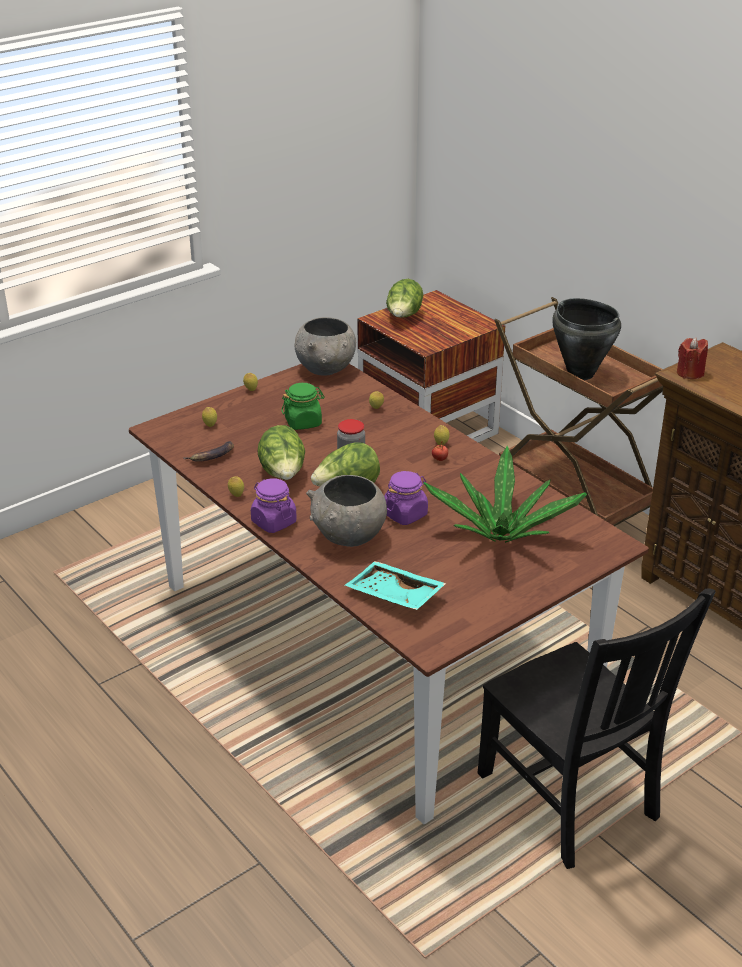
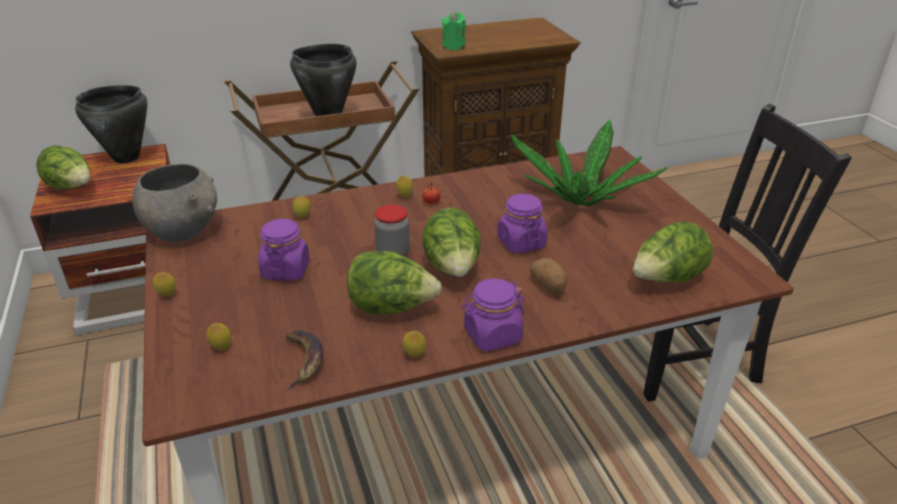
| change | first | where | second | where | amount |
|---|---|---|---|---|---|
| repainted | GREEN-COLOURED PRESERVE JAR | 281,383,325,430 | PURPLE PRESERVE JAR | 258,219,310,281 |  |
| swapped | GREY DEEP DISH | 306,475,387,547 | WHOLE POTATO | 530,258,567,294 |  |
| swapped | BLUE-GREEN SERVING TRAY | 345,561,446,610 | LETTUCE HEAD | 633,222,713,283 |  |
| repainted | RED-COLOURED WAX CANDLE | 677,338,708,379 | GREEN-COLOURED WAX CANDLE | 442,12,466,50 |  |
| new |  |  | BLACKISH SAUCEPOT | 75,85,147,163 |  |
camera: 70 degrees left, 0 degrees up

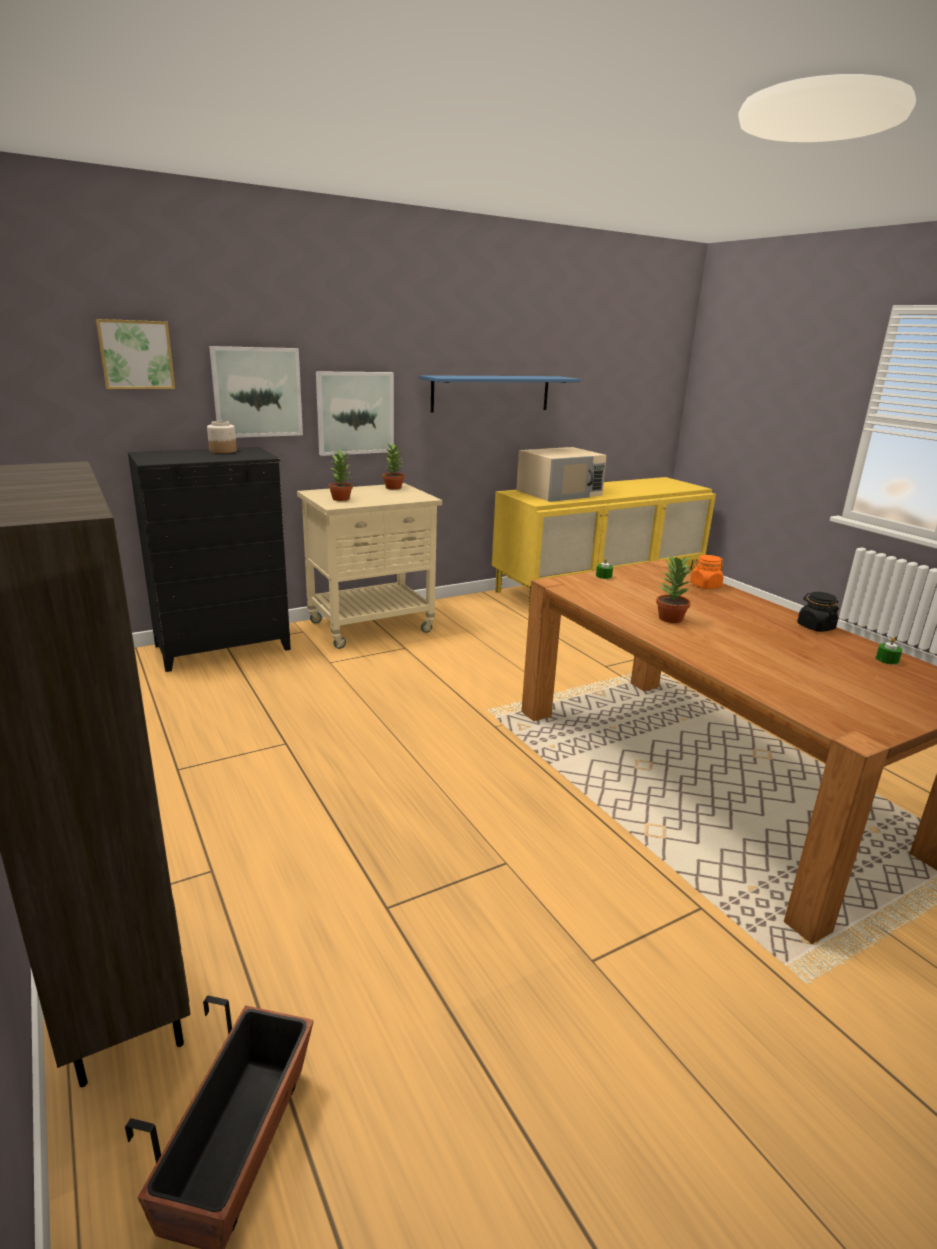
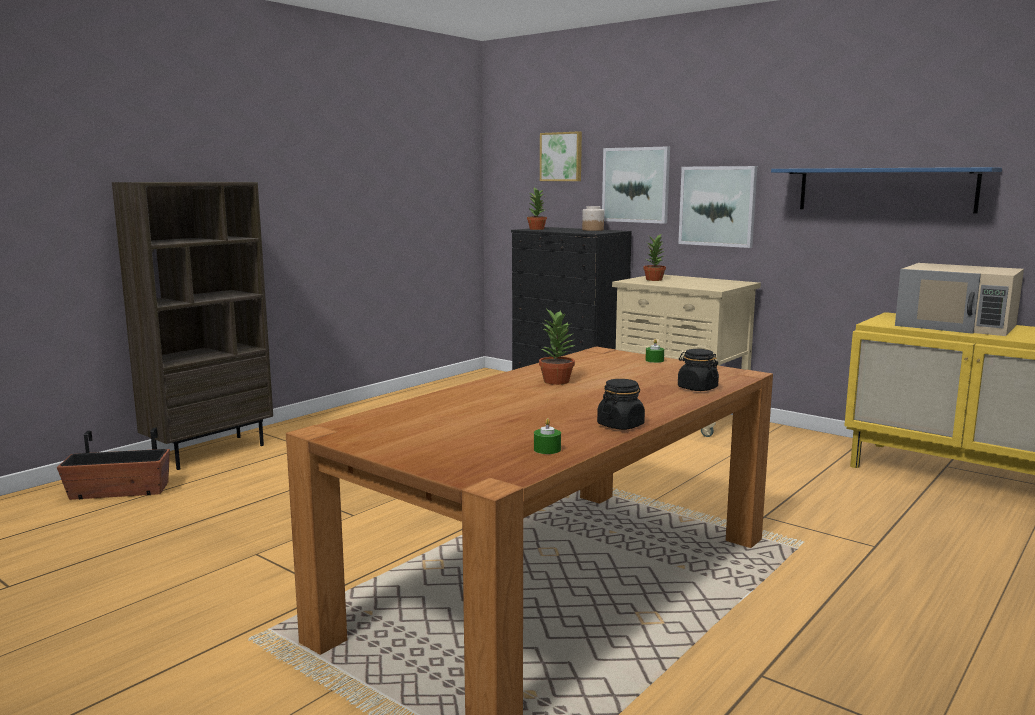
| change | first | where | second | where | amount |
|---|---|---|---|---|---|
| shifted | HOUSEPLANT | 383,443,404,490 |  | 527,187,547,230 |  |
| repainted | ORANGEY PRESERVE JAR | 690,555,723,589 | BLACKISH PRESERVE JAR | 678,349,719,391 |  |
camera: 70 degrees right, 10 degrees down

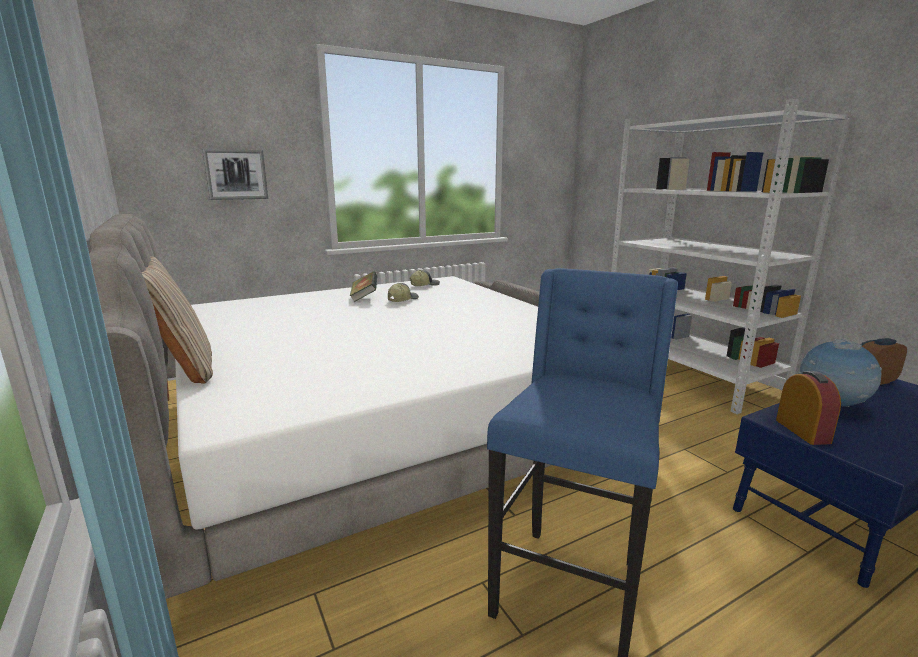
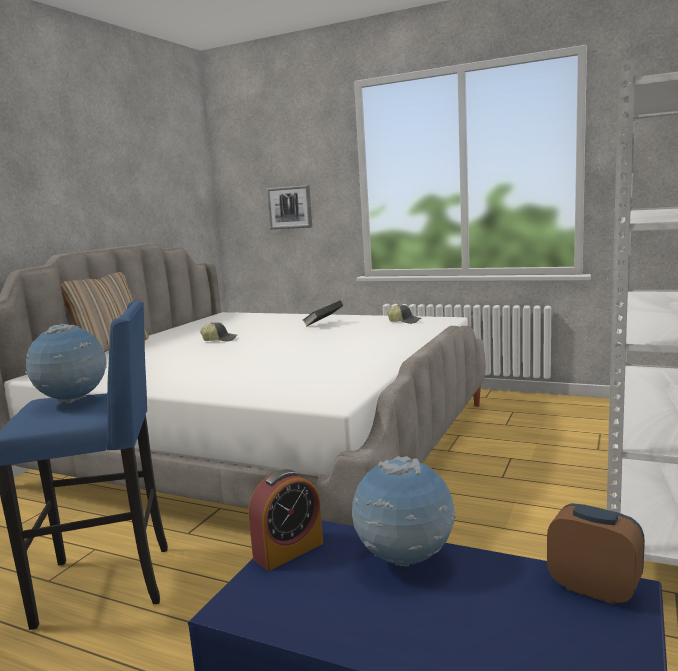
| change | first | where | second | where | amount |
|---|---|---|---|---|---|
| shifted | CAP | 388,283,419,302 |  | 200,322,237,341 |  |
| new |  |  | GLOBE | 25,324,107,403 |  |
camera: 55 degrees right, 5 degrees down

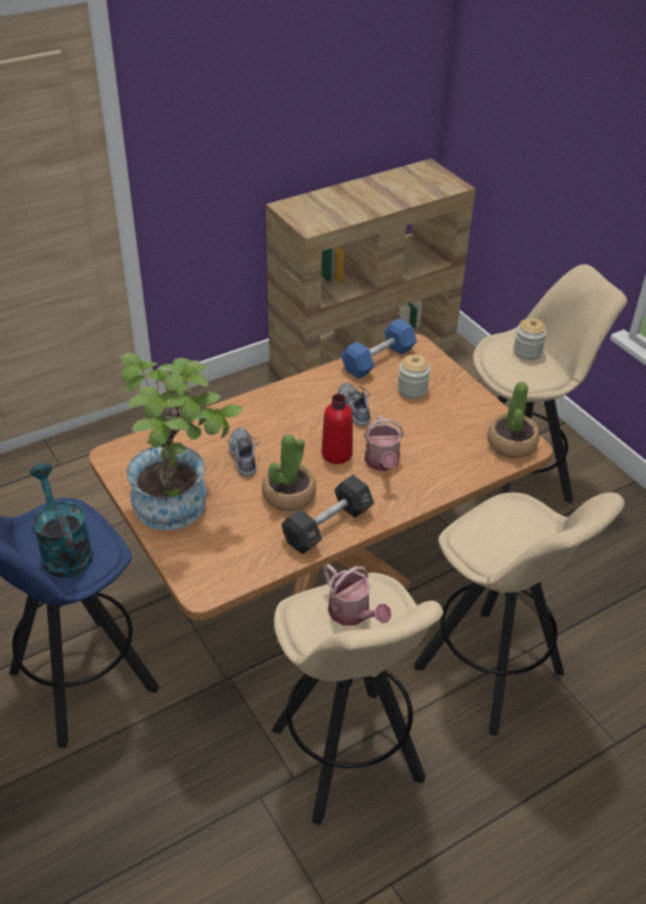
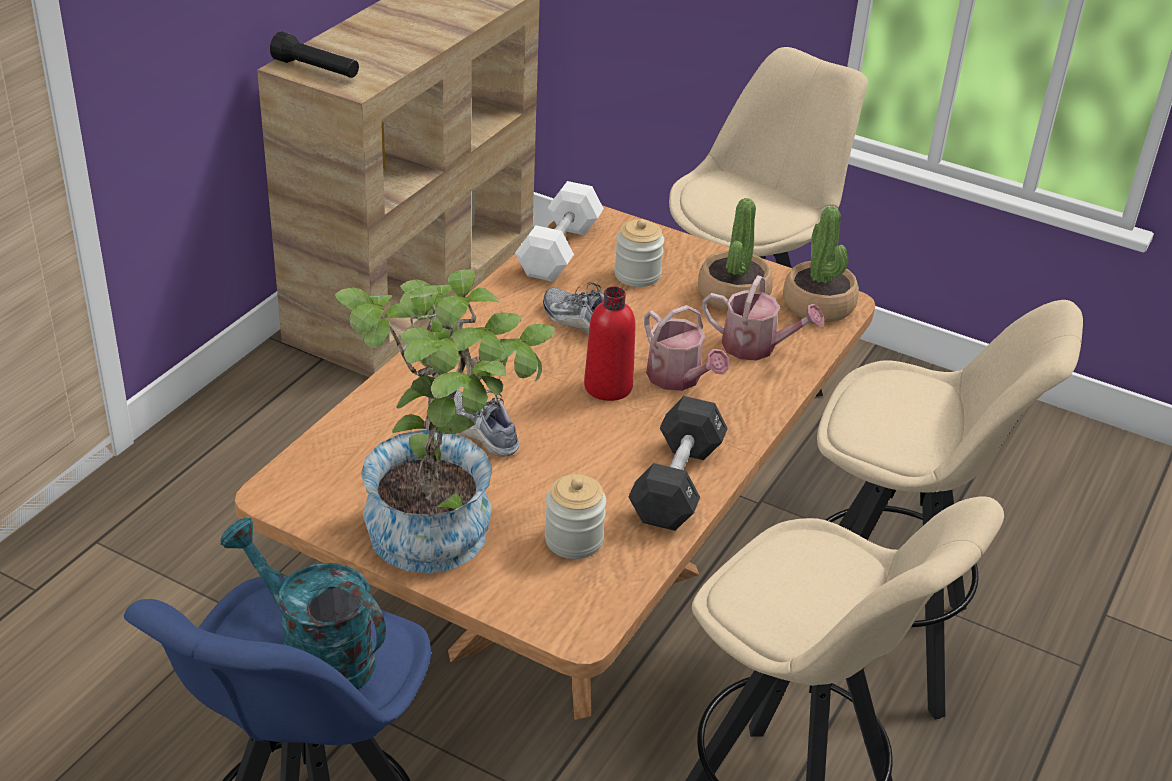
| change | first | where | second | where | amount |
|---|---|---|---|---|---|
| shifted | HOUSEPLANT | 262,434,316,511 |  | 698,198,773,310 |  |
| shifted | SPRINKLING CAN | 323,564,391,626 |  | 702,276,824,361 |  |
| repainted | BLUE-COLOURED DUMBBELL | 341,318,417,379 | WHITE-COLOURED DUMBBELL | 515,181,604,282 |  |
| shifted | PRESERVE JAR | 513,318,547,360 |  | 545,474,606,559 |  |
| new |  |  | BLACKISH HAND TORCH | 270,31,359,78 |  |
camera: 30 degrees left, 5 degrees down

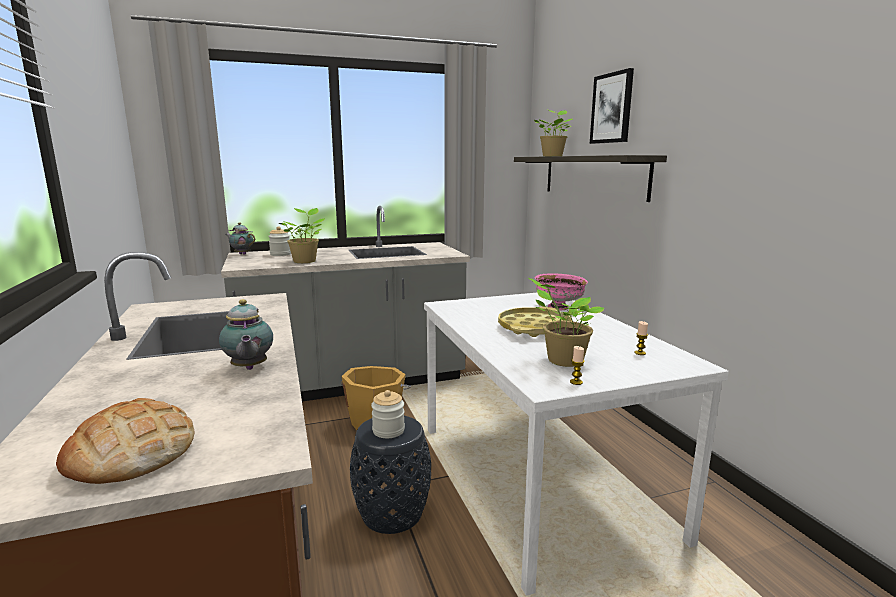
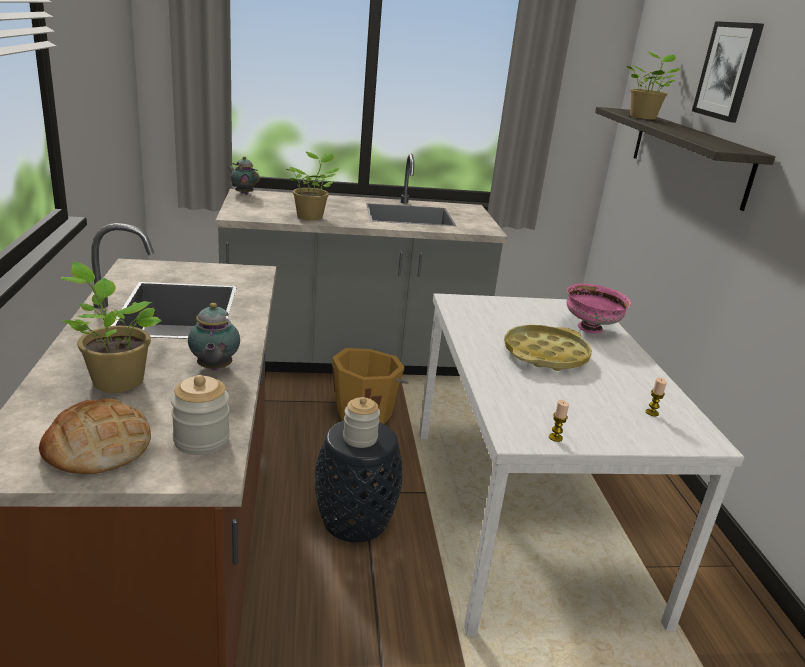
| change | first | where | second | where | amount |
|---|---|---|---|---|---|
| shifted | PRESERVE JAR | 268,226,291,256 |  | 171,375,230,455 |  |
| shifted | HOUSEPLANT | 529,278,604,367 |  | 61,262,162,393 |  |
camera: 10 degrees right, 10 degrees up

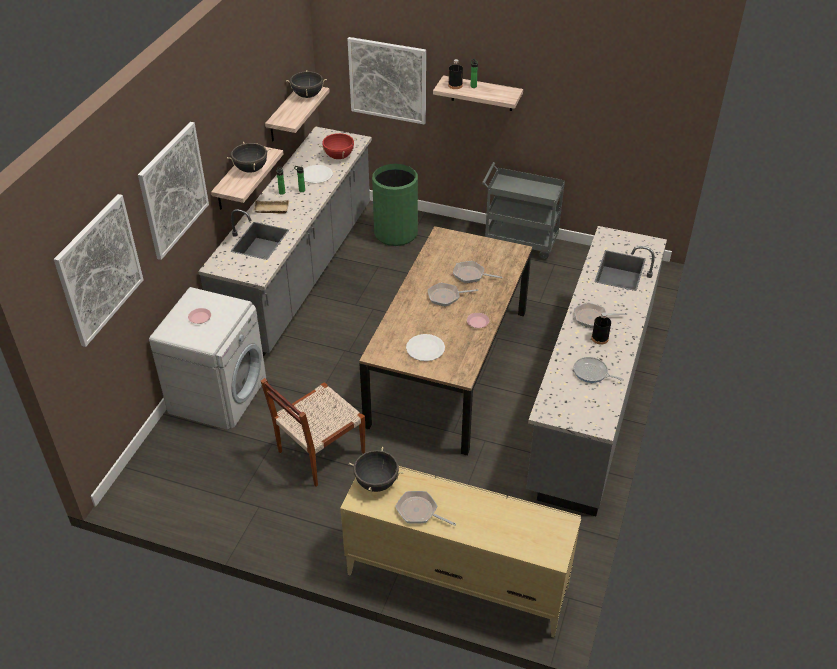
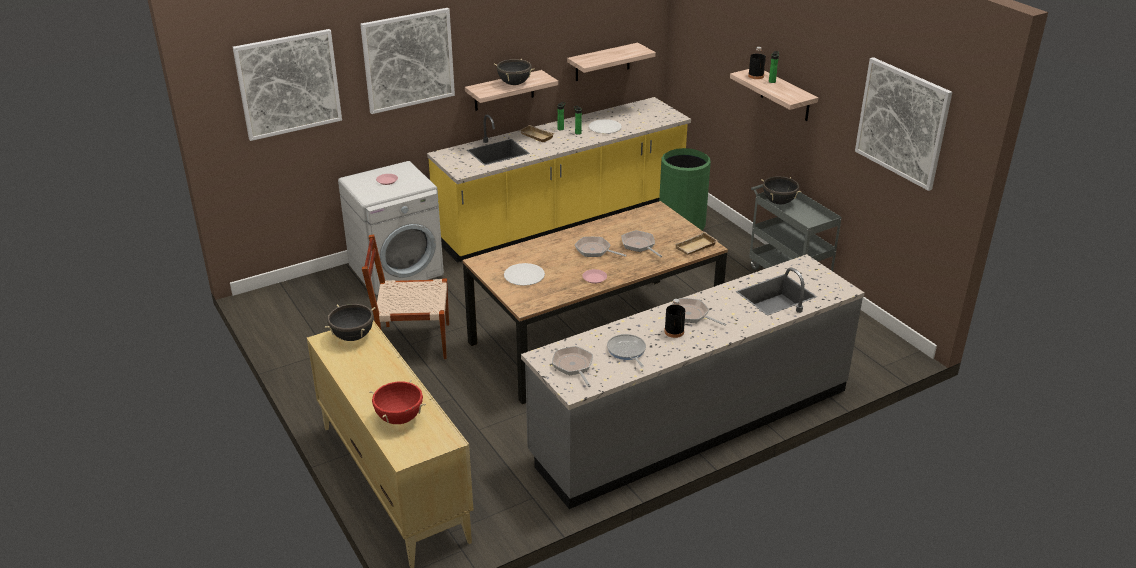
| change | first | where | second | where | amount |
|---|---|---|---|---|---|
| repainted | GREY KITCHEN BASE UNIT | 198,126,372,357 | YELLOW-COLOURED KITCHEN BASE UNIT | 427,97,691,262 |  |
| shifted | BLACKISH SAUCEPOT | 286,70,327,98 |  | 761,176,802,204 |  |
| shifted | RED-COLOURED SAUCEPOT | 319,132,357,159 |  | 369,379,426,424 |  |
| shifted | PICTURE | 348,37,426,125 |  | 855,57,952,191 |  |
| shifted | SKILLET | 395,491,456,526 |  | 552,346,593,387 |  |
| new |  |  | SAND-COLOURED SERVING TRAY | 675,232,718,255 |  |
camera: 40 degrees right, 10 degrees down

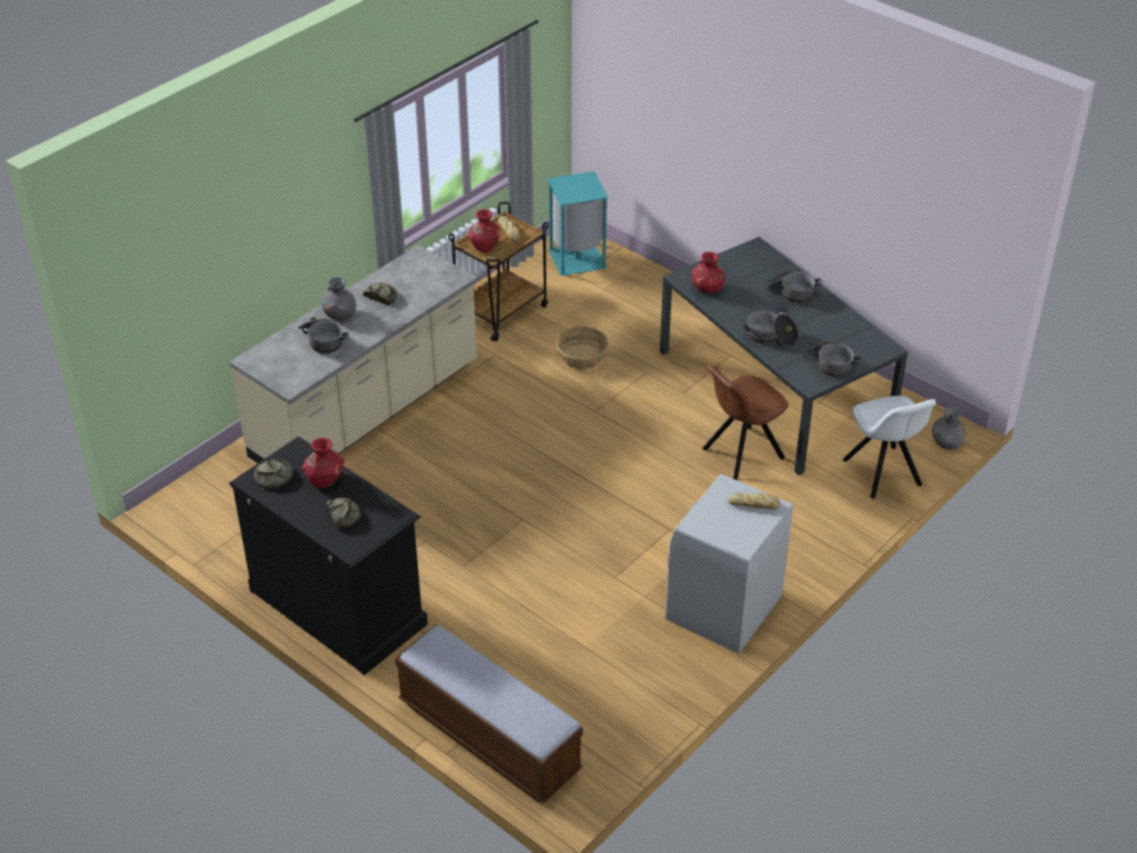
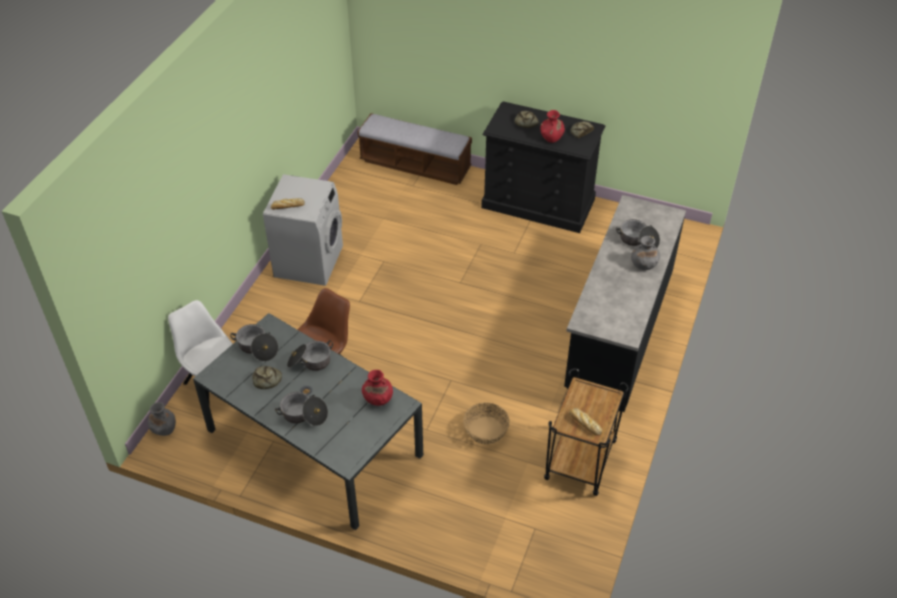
| change | first | where | second | where | amount |
|---|---|---|---|---|---|
| repainted | SAND-COLOURED KITCHEN BASE UNIT | 229,245,478,463 | BLACKISH KITCHEN BASE UNIT | 564,195,686,412 |  |
| shifted | BAKERY BREAD | 363,283,397,305 |  | 252,366,282,389 |  |
| gone | RED-COLOURED VASE | 469,209,500,252 |  |  |  |
| gone | BLUE-GREEN RUBBISH BIN | 547,171,608,276 |  |  |  |
camera: 160 degrees right, 5 degrees up

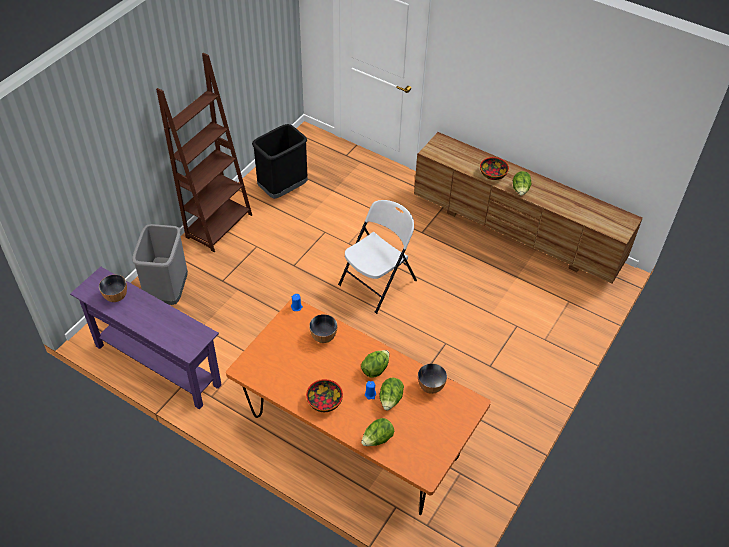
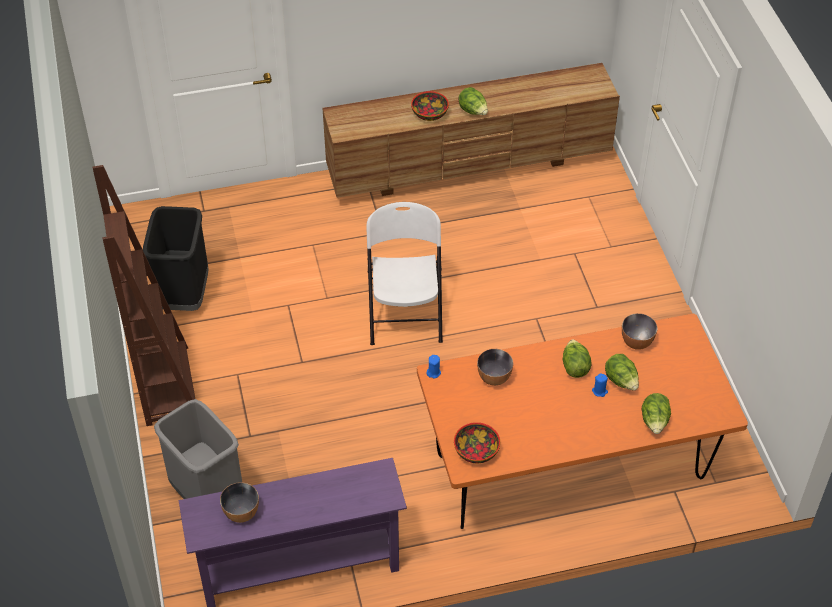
| change | first | where | second | where | amount |
|---|---|---|---|---|---|
| shifted | DEEP DISH | 306,379,343,412 |  | 454,422,500,463 |  |
camera: 45 degrees left, 0 degrees up

